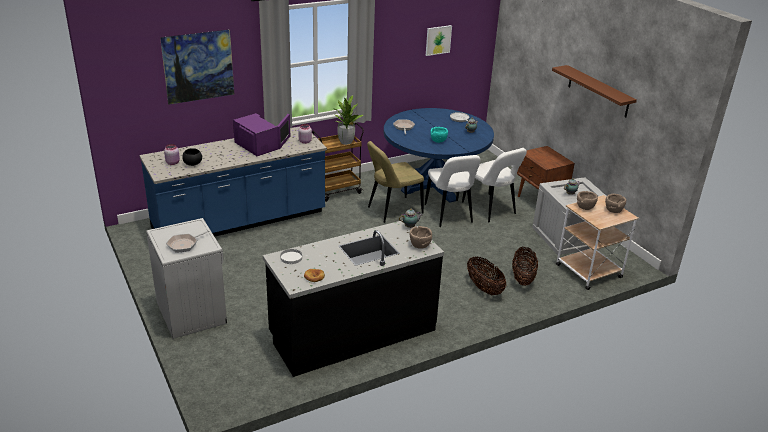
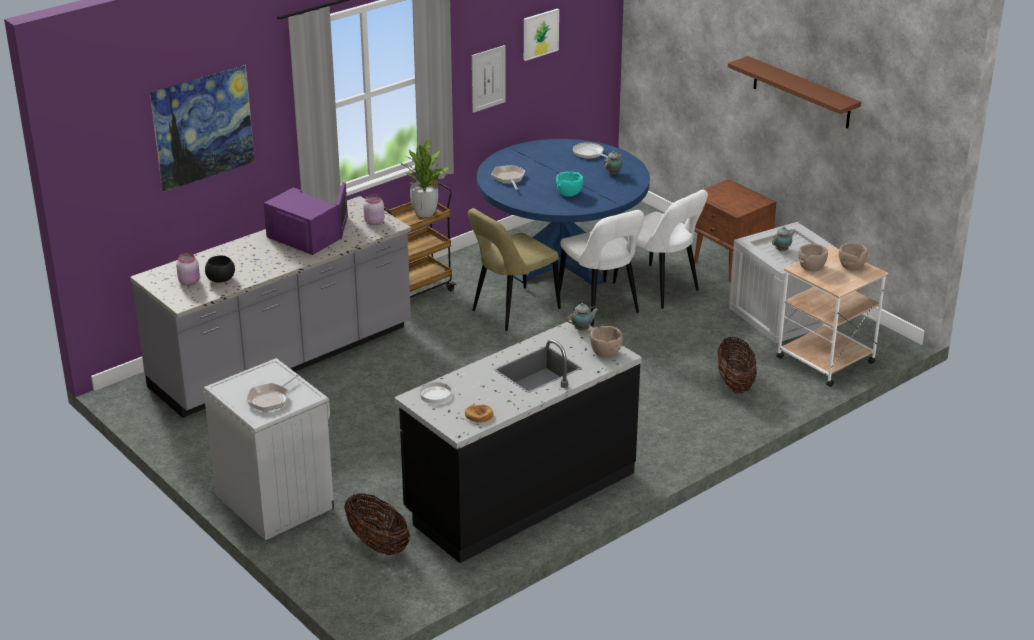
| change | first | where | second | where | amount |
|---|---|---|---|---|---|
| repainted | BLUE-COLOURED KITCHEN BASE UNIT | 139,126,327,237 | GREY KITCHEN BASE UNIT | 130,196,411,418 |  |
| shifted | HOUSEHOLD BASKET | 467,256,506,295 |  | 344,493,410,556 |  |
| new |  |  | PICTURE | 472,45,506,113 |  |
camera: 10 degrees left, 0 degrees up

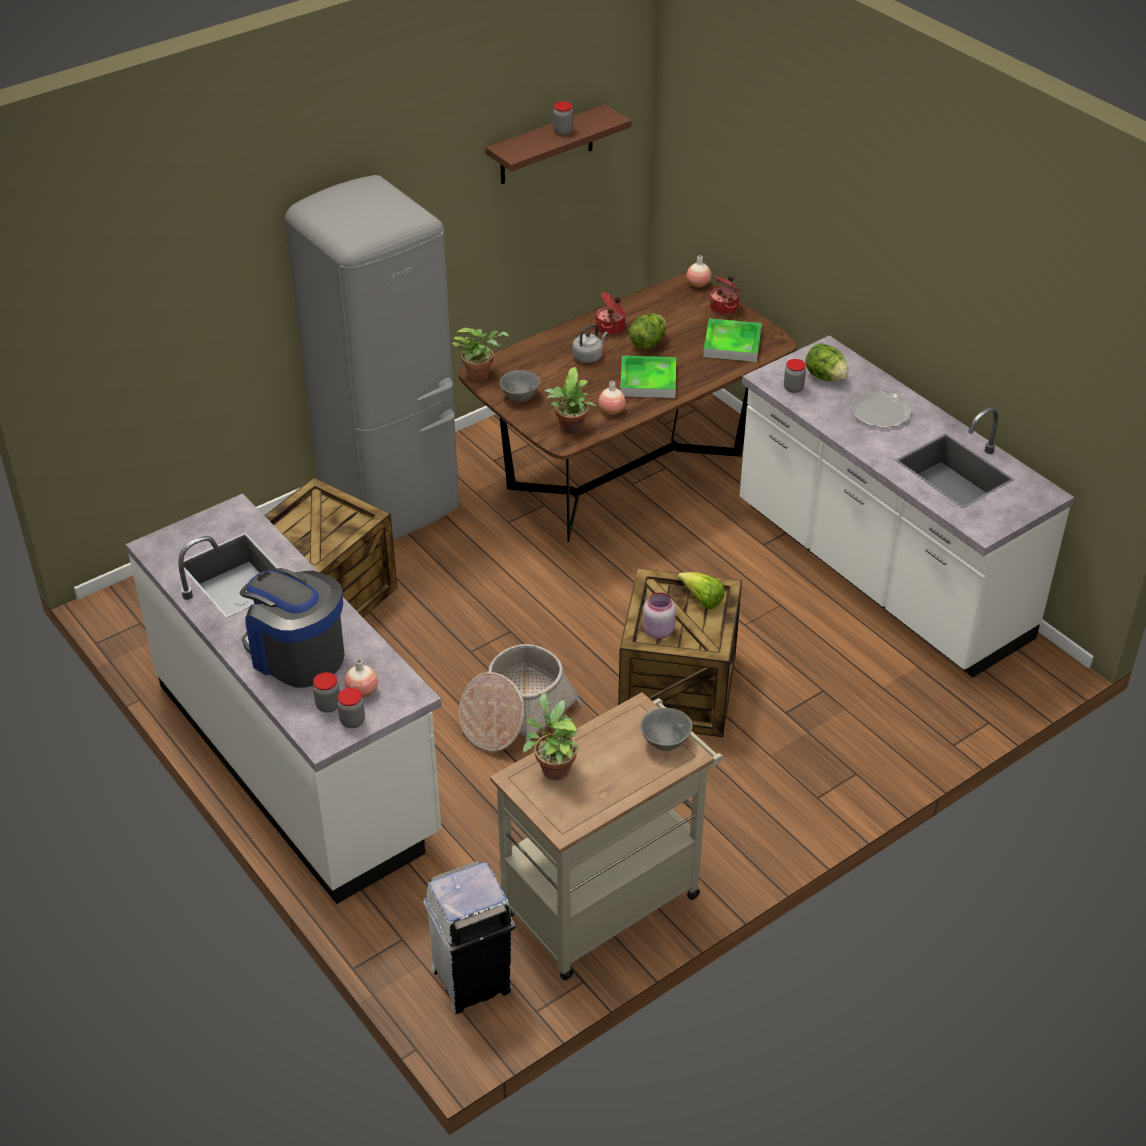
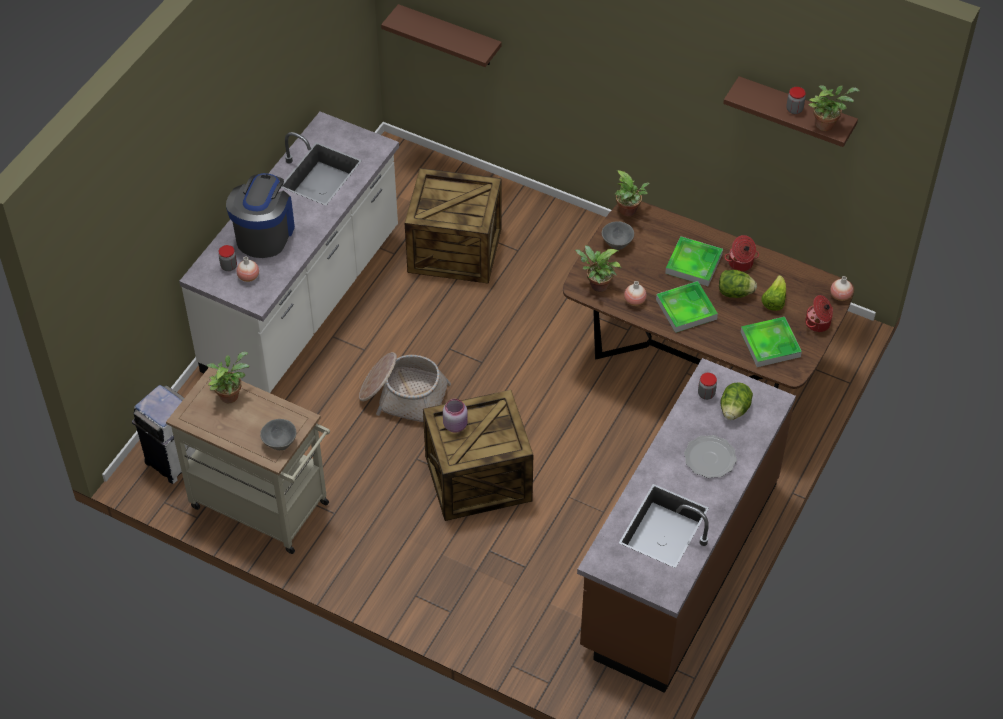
| change | first | where | second | where | amount |
|---|---|---|---|---|---|
| gone | GREY KITCHEN FRIDGE | 285,175,459,539 |  |  |  |
| gone | PRESERVE JAR | 337,688,365,728 |  |  |  |
| swapped | GREY KETTLE | 572,324,608,363 | SERVING TRAY | 665,236,723,286 |  |
| shifted | LETTUCE HEAD | 677,572,724,609 |  | 761,275,786,311 |  |
| repainted | WHITE-COLOURED KITCHEN BASE UNIT | 740,335,1074,678 | BROWN-COLOURED KITCHEN BASE UNIT | 577,358,796,693 |  |
| new |  |  | BROWN-COLOURED SHELF | 381,4,502,67 |  |
| new |  |  | HOUSEPLANT | 808,85,860,131 |  |
camera: 65 degrees right, 10 degrees up

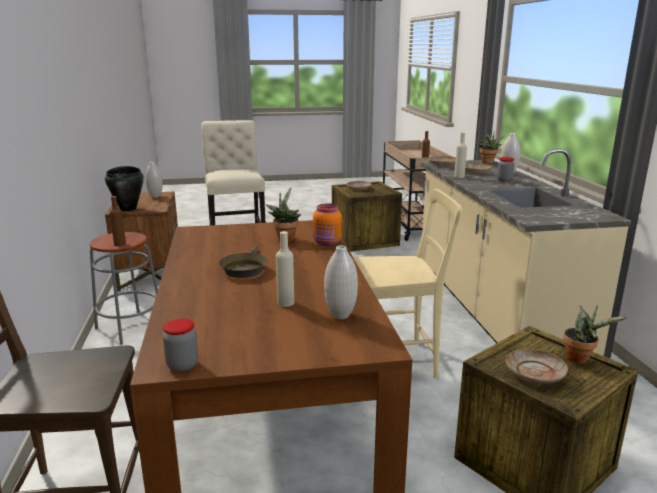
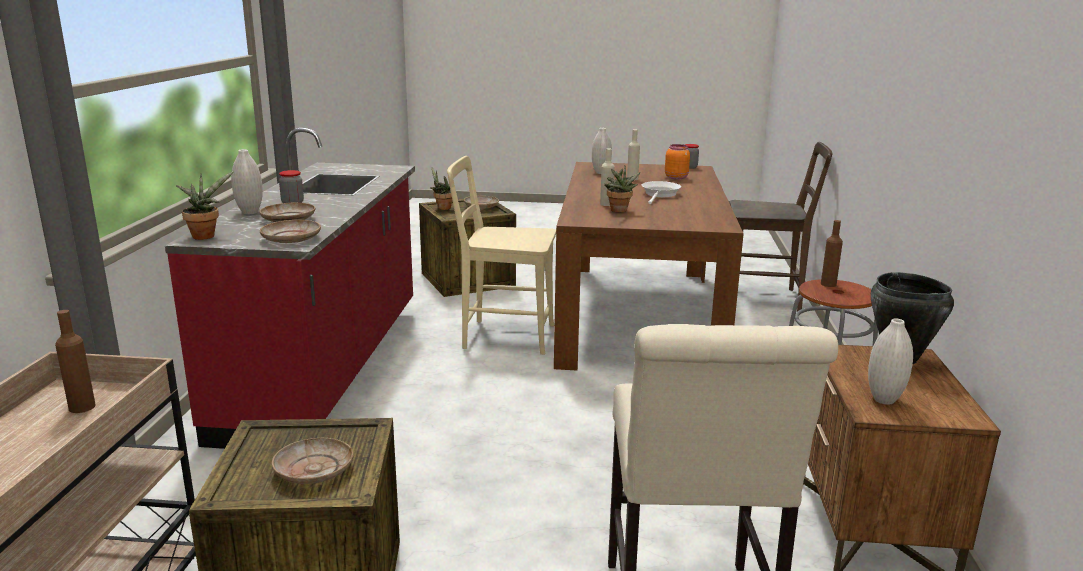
| change | first | where | second | where | amount |
|---|---|---|---|---|---|
| repainted | BROWN-COLOURED SKILLET | 219,246,268,278 | WHITE-COLOURED SKILLET | 642,181,681,204 |  |
| shifted | ORANGEY PRESERVE JAR | 313,203,342,246 |  | 665,144,690,180 |  |
| repainted | SAND-COLOURED KITCHEN BASE UNIT | 421,149,631,356 | RED-COLOURED KITCHEN BASE UNIT | 165,128,415,449 |  |
| shifted | SAND-COLOURED BOTTLE | 454,132,467,178 |  | 600,148,615,206 |  |
camera: 165 degrees left, 0 degrees up

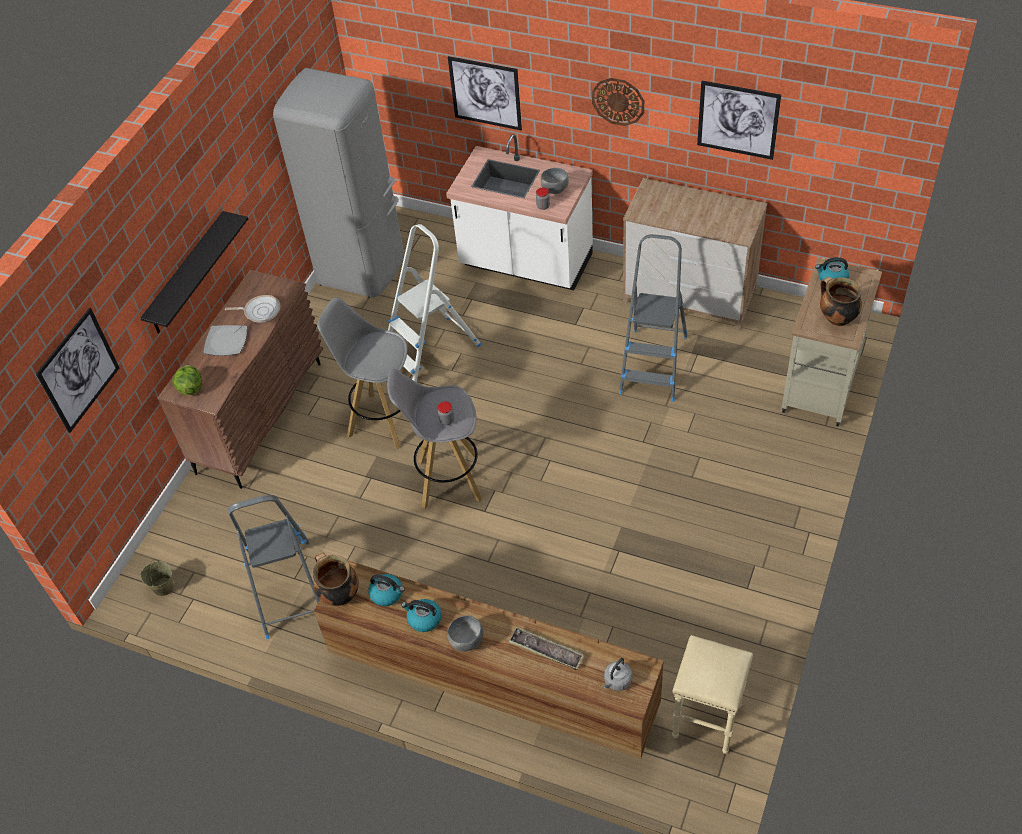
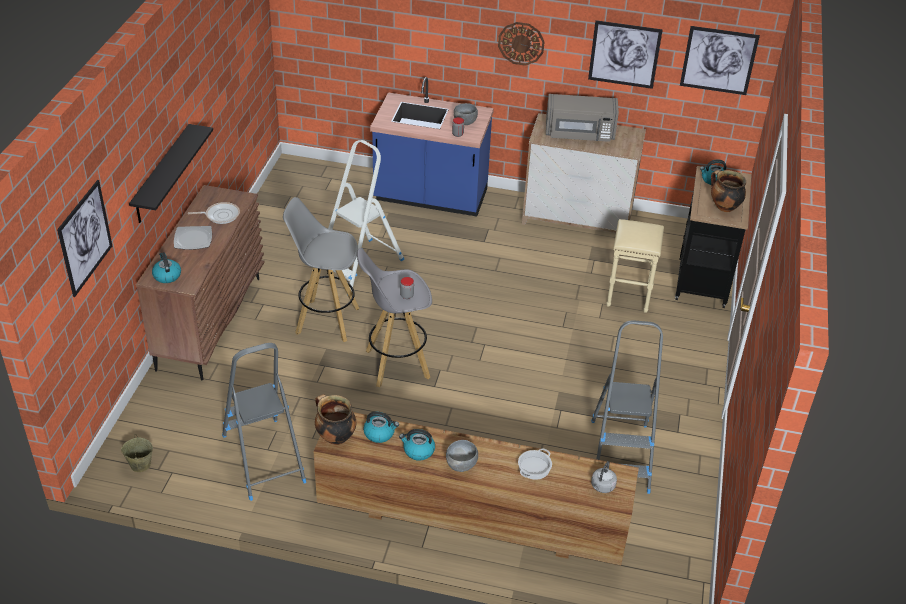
| change | first | where | second | where | amount |
|---|---|---|---|---|---|
| swapped | LETTUCE HEAD | 173,365,202,395 | KETTLE | 152,252,181,283 |  |
| gone | GREY KITCHEN FRIDGE | 273,68,404,298 |  |  |  |
| repainted | WHITE-COLOURED KITCHEN BASE UNIT | 446,134,593,290 | BLUE-COLOURED KITCHEN BASE UNIT | 370,77,494,216 |  |
| shifted | PICTURE | 448,56,522,130 |  | 680,26,760,95 |  |
| swapped | SERVING TRAY | 509,627,584,670 | SAUCEPOT | 518,449,552,480 |  |
| shifted | GREY STEPLADDER | 619,234,688,402 |  | 591,320,663,494 |  |
| shifted | SAND-COLOURED STOOL | 672,635,753,754 |  | 606,219,664,313 |  |
| repainted | SAND-COLOURED TROLLEY | 781,258,882,427 | BLACKISH TROLLEY | 675,166,751,308 |  |
| new |  |  | GREY MICROWAVE OVEN | 546,94,619,142 |  |
camera: 15 degrees left, 10 degrees down

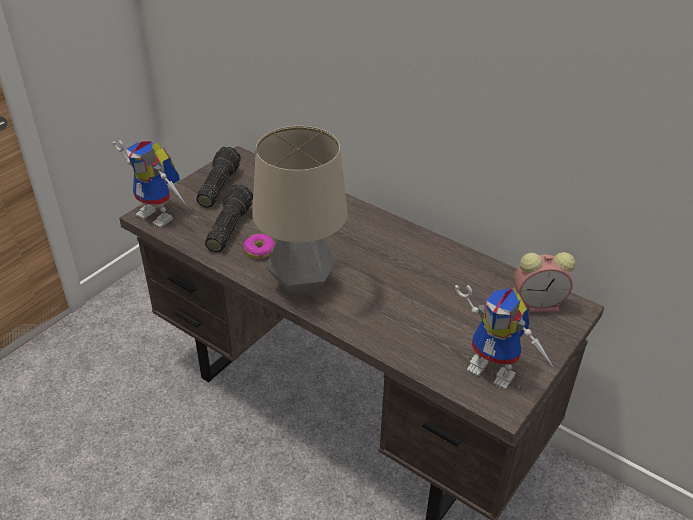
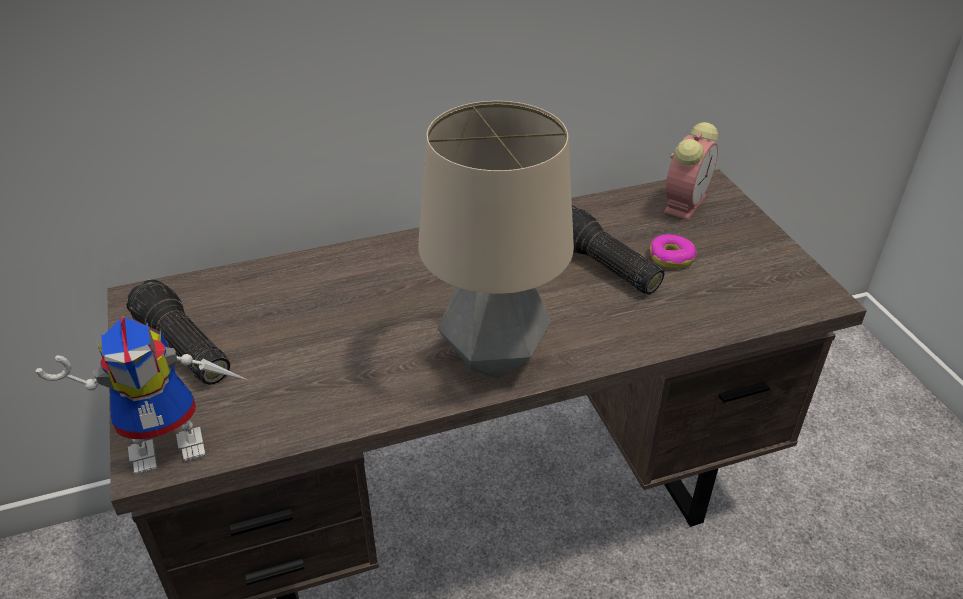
| change | first | where | second | where | amount |
|---|---|---|---|---|---|
| shifted | HAND TORCH | 205,185,253,252 |  | 572,205,665,295 |  |
| shifted | DOUGHNUT | 243,234,275,259 |  | 650,234,696,269 |  |
| gone | TOY ROBOT | 455,285,554,390 |  |  |  |
camera: 55 degrees left, 0 degrees up

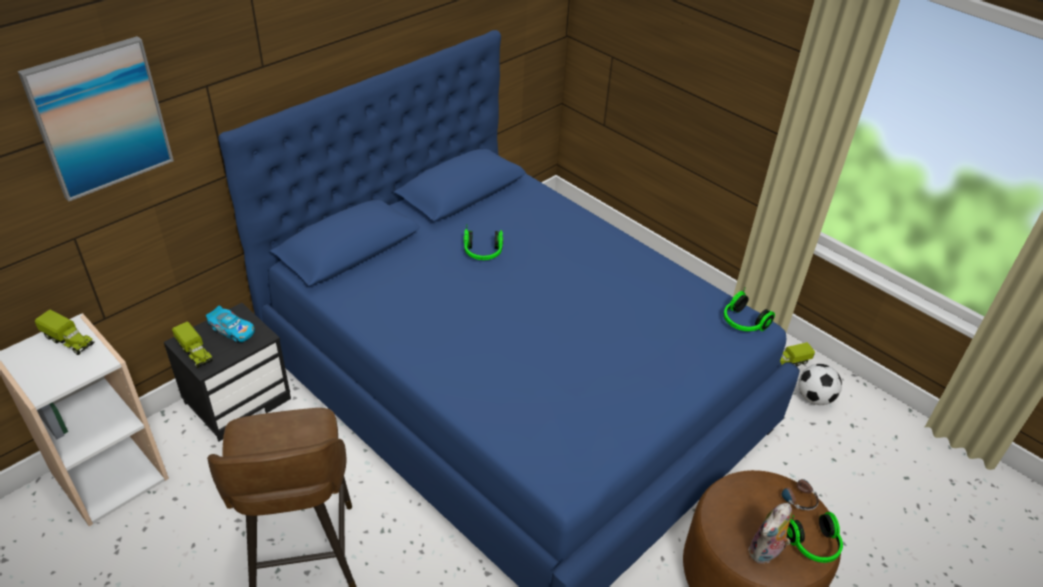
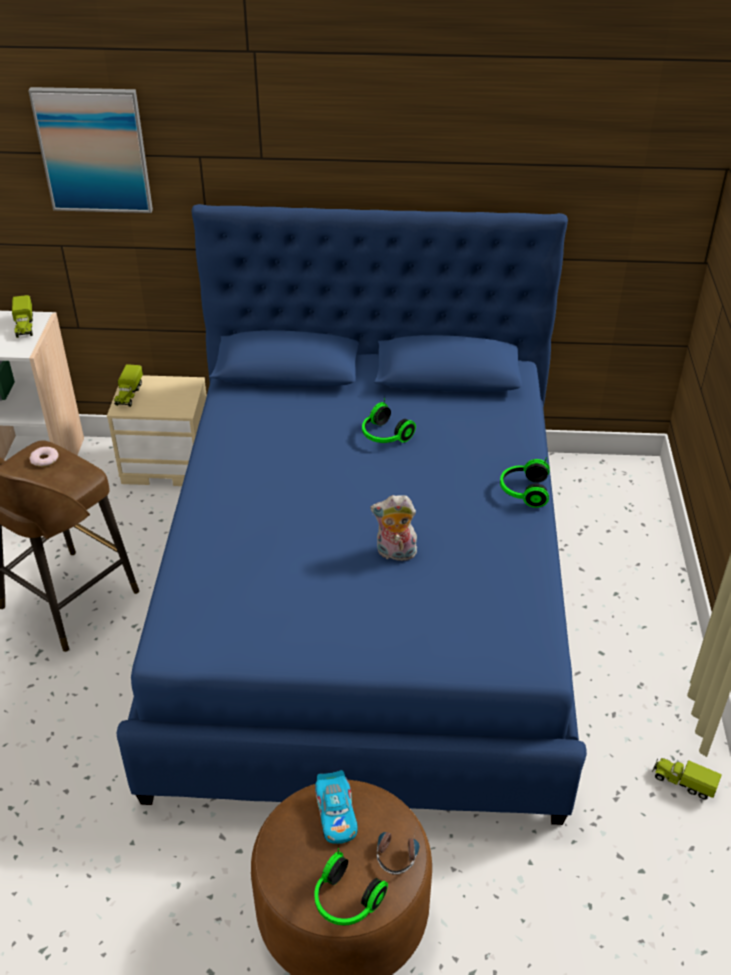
| change | first | where | second | where | amount |
|---|---|---|---|---|---|
| repainted | BLACKISH BEDSIDE TABLE | 164,303,291,441 | SAND-COLOURED BEDSIDE TABLE | 107,375,207,486 |  |
| shifted | TOY CAR | 206,305,255,343 |  | 315,770,358,844 |  |
| shifted | HEADPHONES | 724,287,775,331 |  | 500,457,550,508 |  |
| shifted | PLUSH TOY | 748,503,792,564 |  | 371,495,417,561 |  |
| gone | BALL FOR FOOTBALL | 798,364,842,405 |  |  |  |
| new |  |  | DOUGHNUT | 29,447,59,467 |  |
camera: 50 degrees right, 0 degrees up

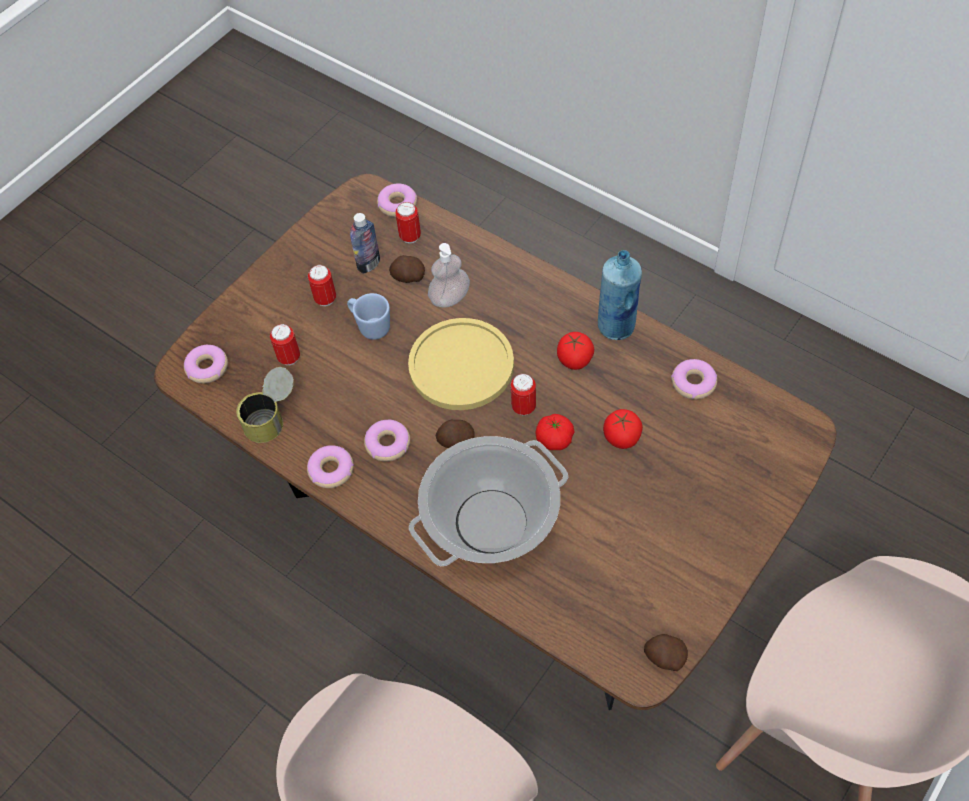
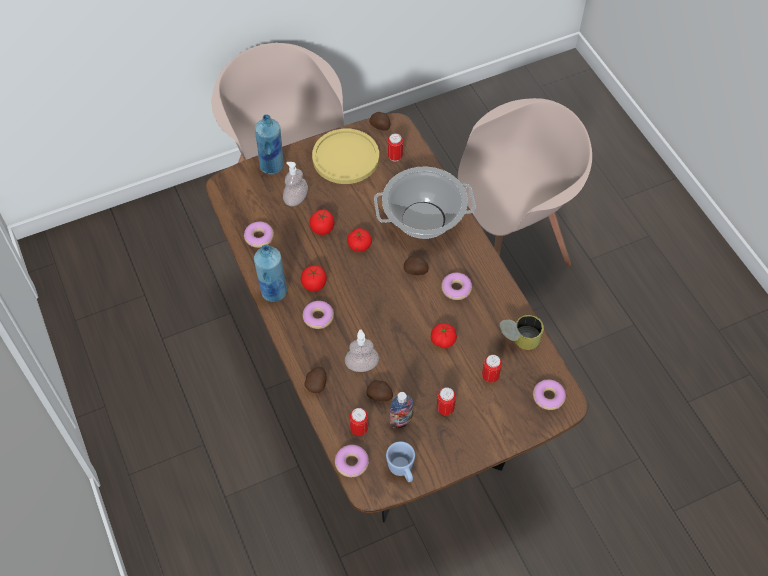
| change | first | where | second | where | amount |
|---|---|---|---|---|---|
| shifted | DOUGHNUT | 307,445,354,488 |  | 303,301,334,329 |  |
| shifted | BLUE-COLOURED TEA MUG | 347,293,390,340 |  | 386,441,415,482 |  |
| shifted | YELLOW-COLOURED PLATE | 408,318,514,410 |  | 312,129,379,184 |  |
| shifted | SEALED CAN | 511,374,536,415 |  | 388,133,403,162 |  |
| new |  |  | BLUE-COLOURED BOTTLE | 255,115,284,174 |  |
| new |  |  | SOAP DISPENSER | 283,162,308,206 |  |
| new |  |  | WHOLE POTATO | 304,367,327,393 |  |
| new |  |  | WHOLE TOMATO | 431,323,457,348 |  |
camera: 155 degrees left, 0 degrees up

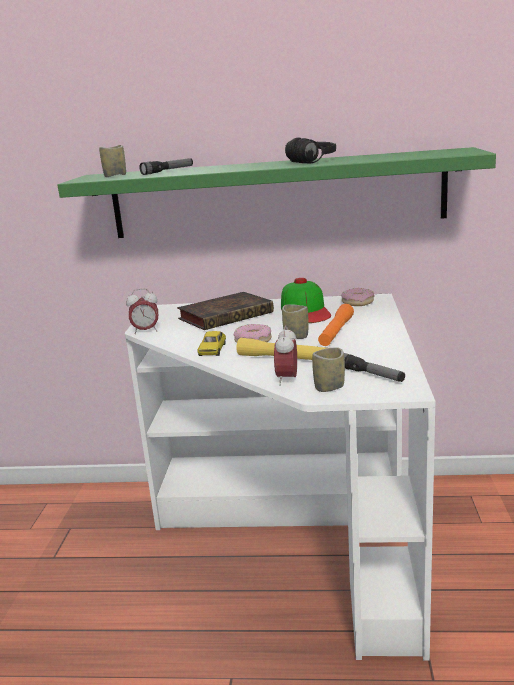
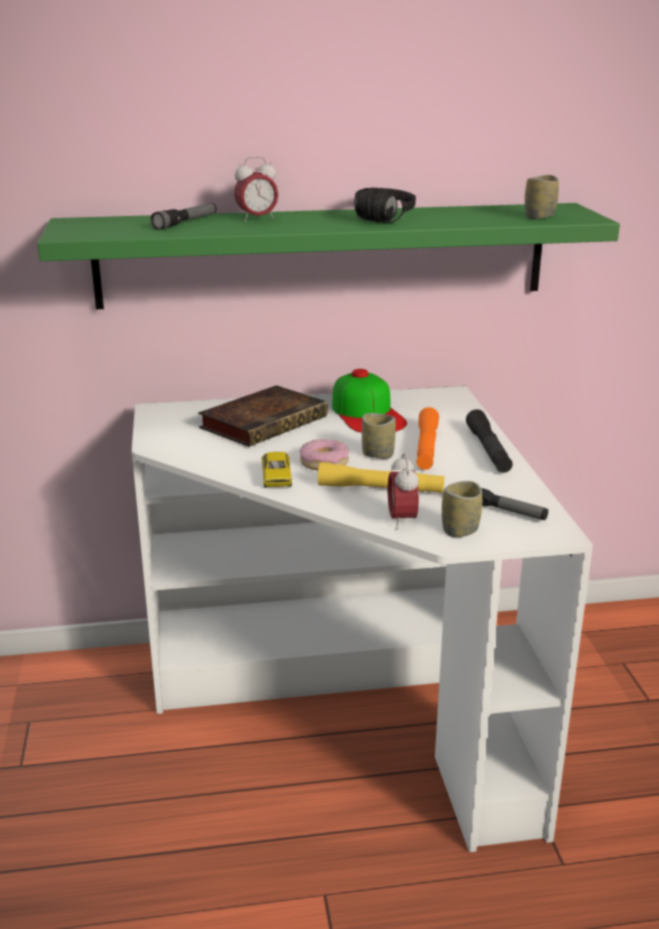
| change | first | where | second | where | amount |
|---|---|---|---|---|---|
| shifted | SMALL CUP | 99,145,126,177 |  | 525,175,559,219 |  |
| shifted | BEDSIDE CLOCK | 126,288,158,334 |  | 234,157,278,222 |  |
| gone | DOUGHNUT | 341,288,374,306 |  |  |  |
| new |  |  | BLACKISH HAND TORCH | 466,409,513,473 |  |
camera: 15 degrees left, 5 degrees up

